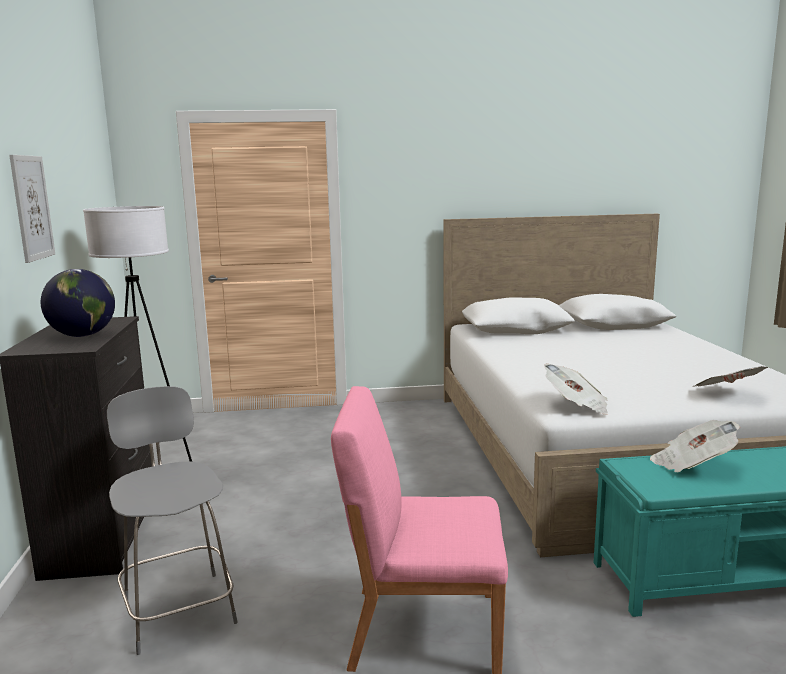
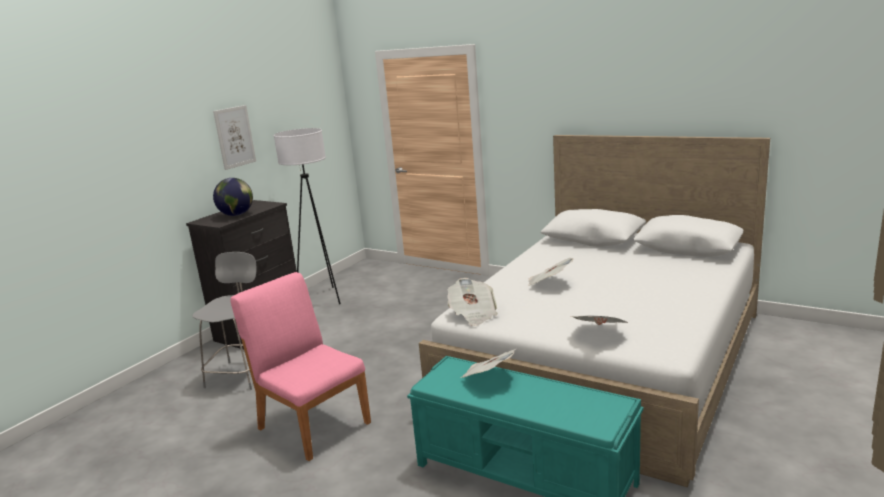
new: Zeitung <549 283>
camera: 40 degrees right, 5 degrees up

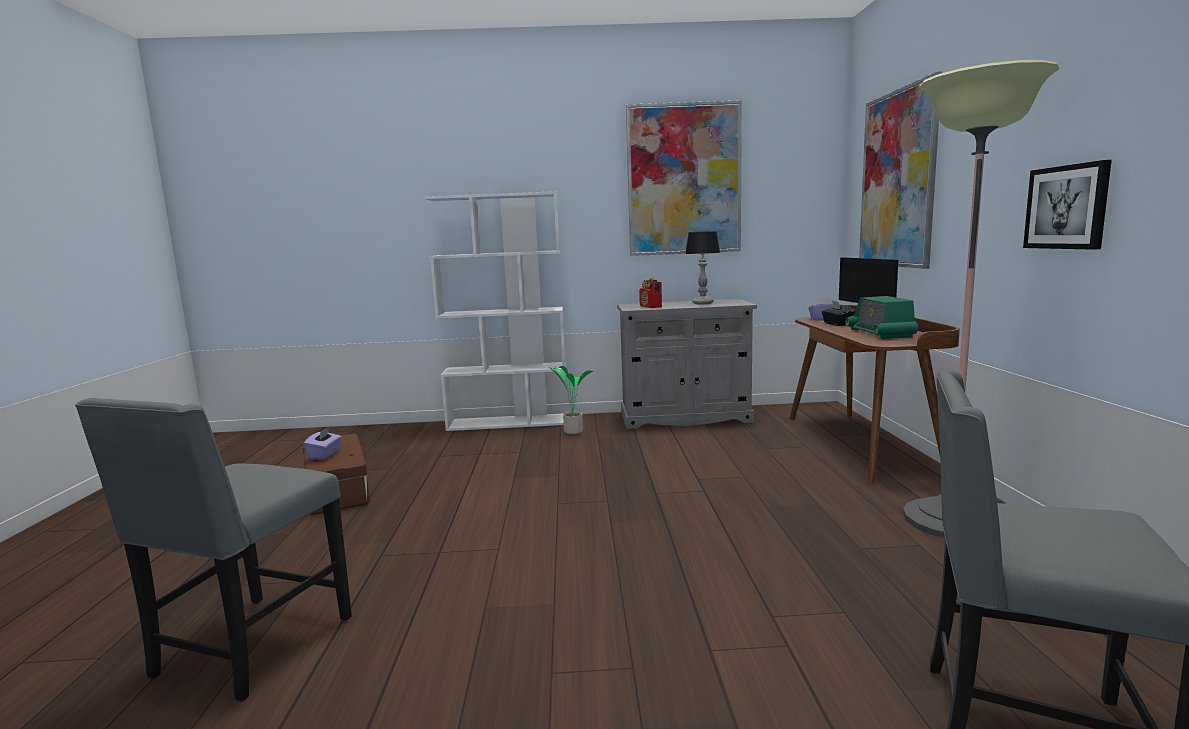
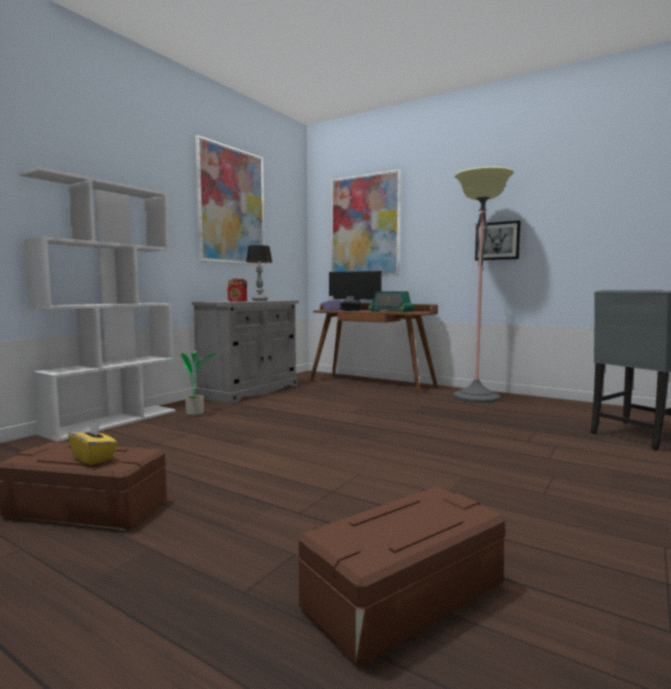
swapped: Stuhl (grau) <250 648> to Aufbewahrungsbox (braun) <405 597>
repainted: Taschentuchbox (lila) <325 454> to Taschentuchbox (gelb) <94 458>
camera: 55 degrees left, 5 degrees down

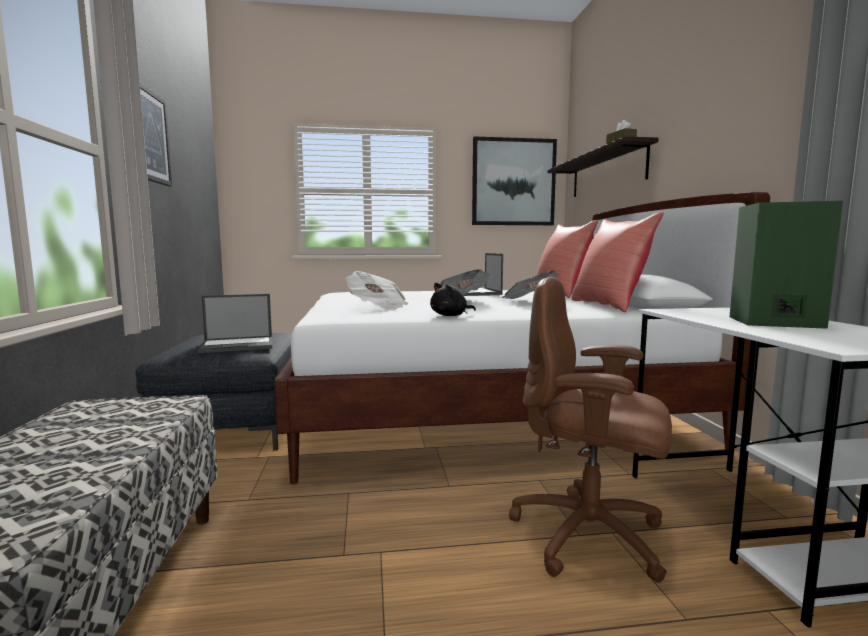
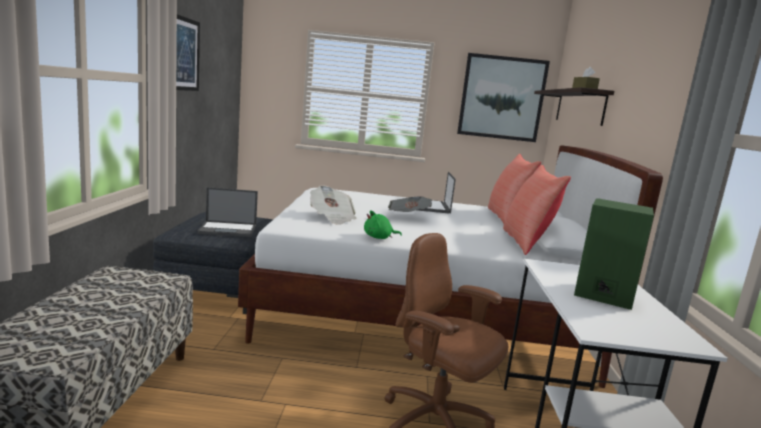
gone: Zeitung <529 301>
repainted: Plüschtier (schwarz) <451 315> to Plüschtier (grün) <379 238>
camera: 10 degrees right, 5 degrees up

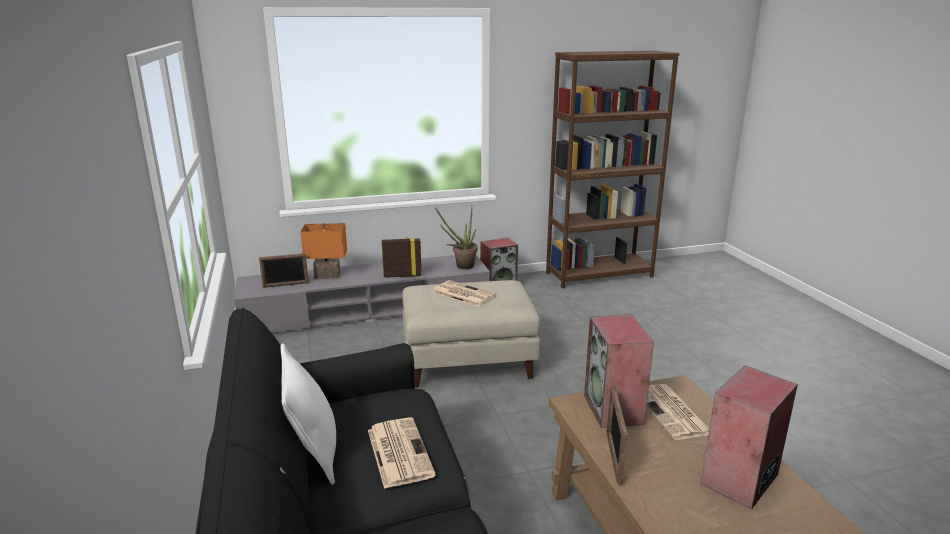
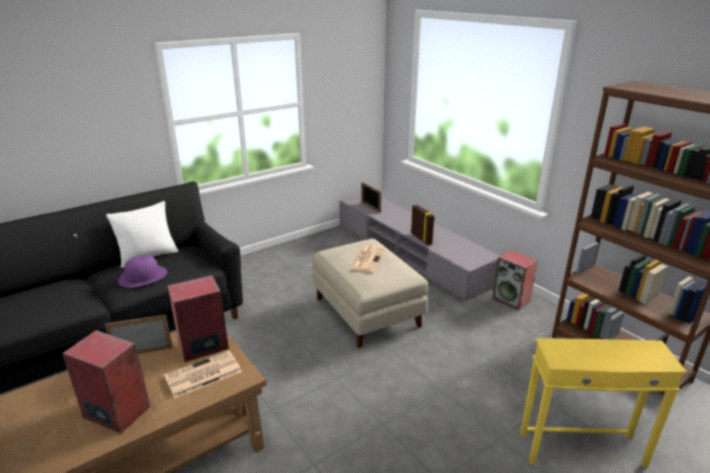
gone: Tischlampe (orange) <327 276>; Topfpflanze <461 266>
new: Beistelltisch (gelb) <582 450>
swapped: Zeitung <398 451> to Hut (lila) <143 276>
camera: 70 degrees right, 5 degrees up

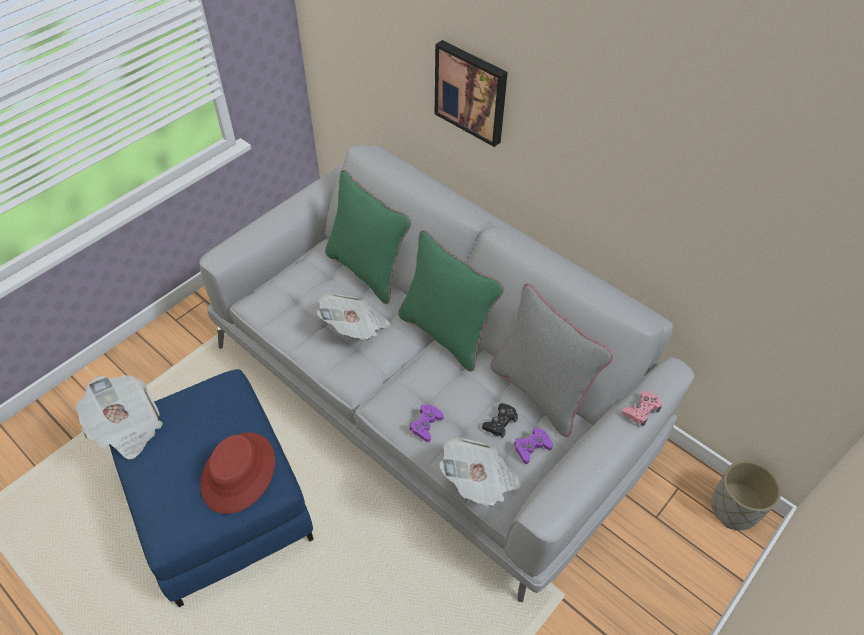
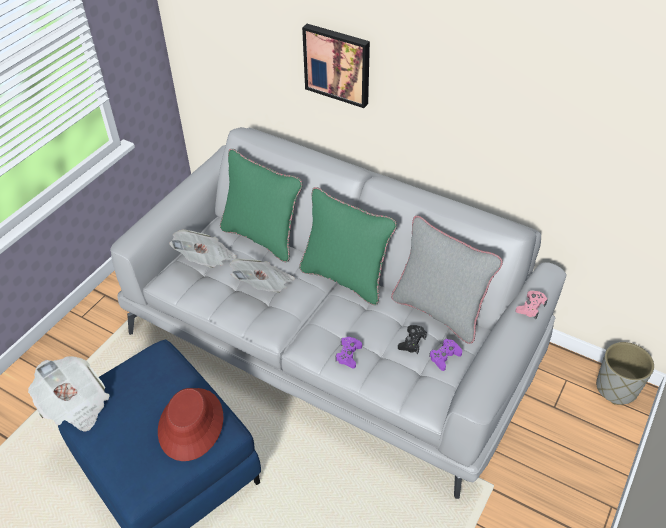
shifted: Zeitung <479 481> to <206 260>
camera: 10 degrees left, 5 degrees down

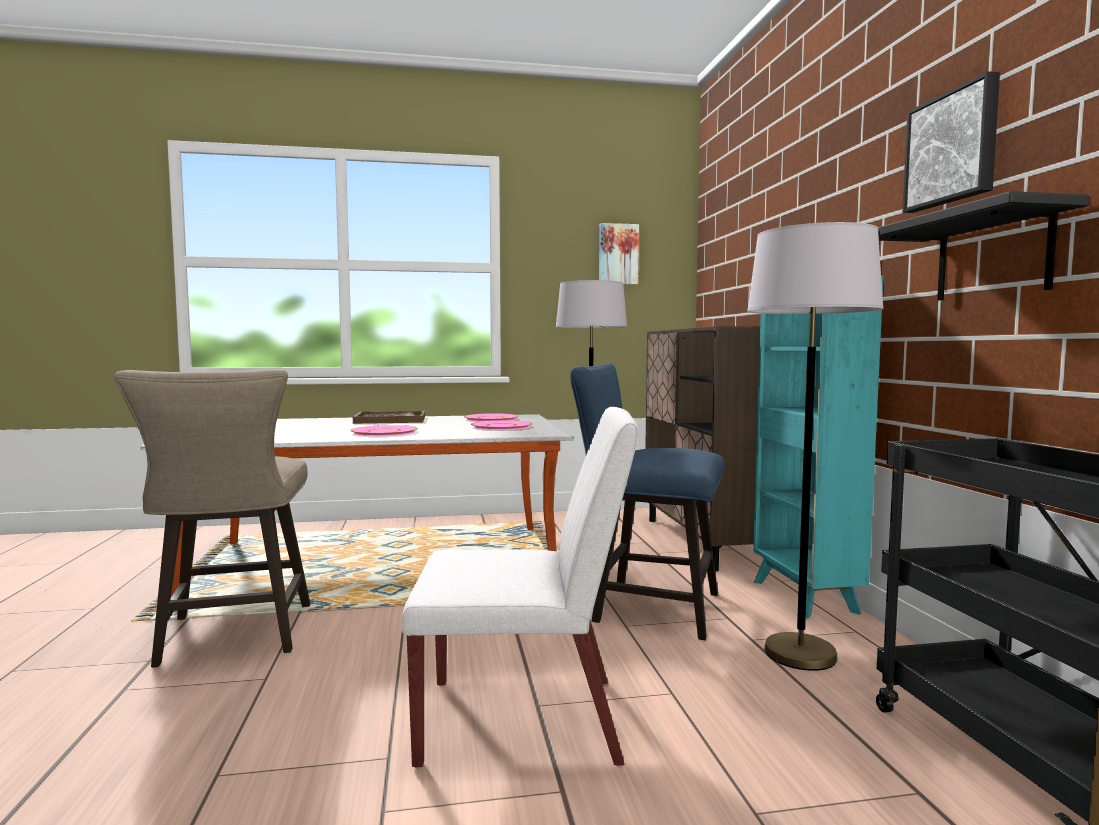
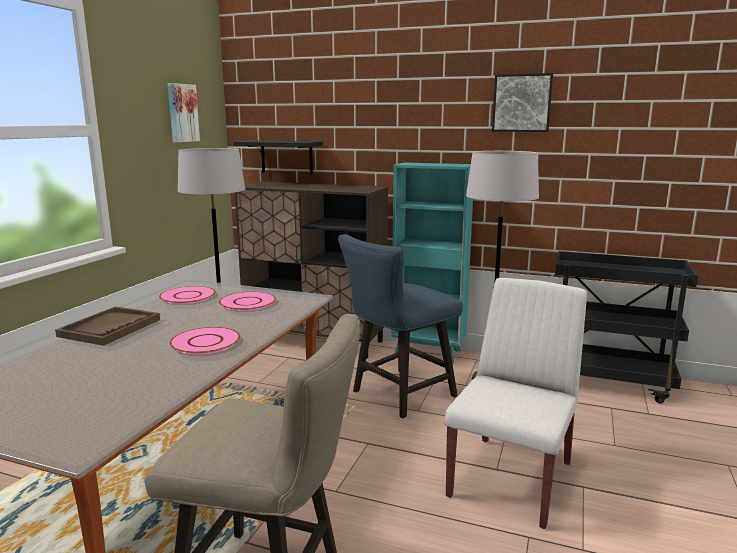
shifted: Wandregal (schwarz) <992 256> to <286 157>
camera: 60 degrees left, 10 degrees up

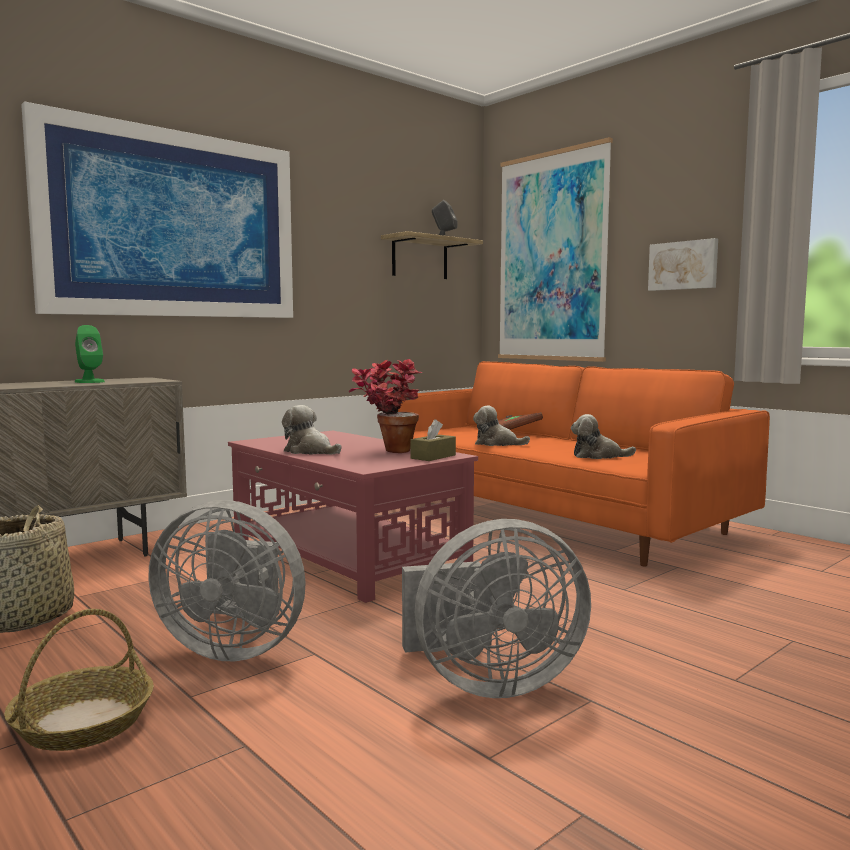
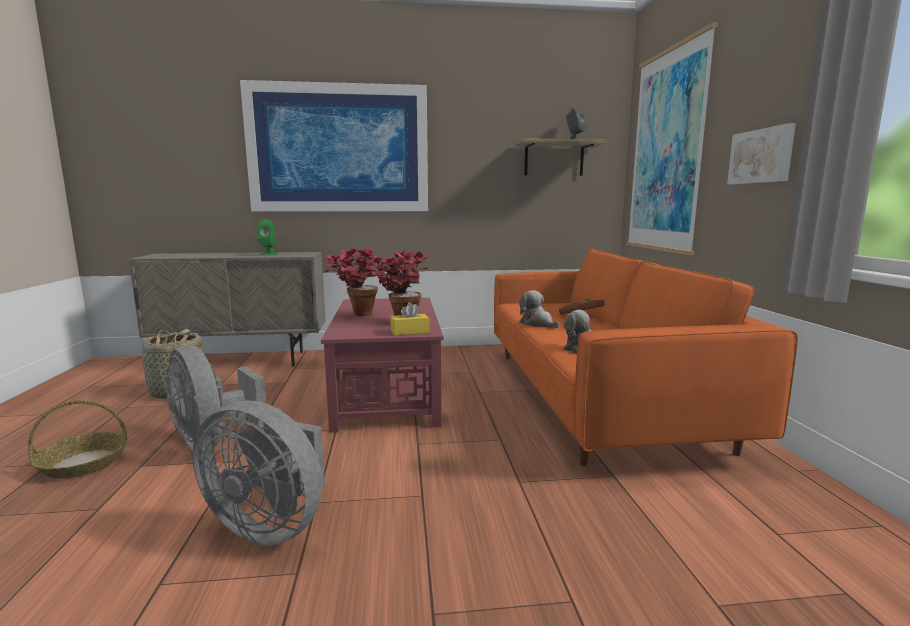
swapped: Plüschtier <310 451> to Topfpflanze <355 314>
repainted: Taschentuchbox (braun) <433 457> to Taschentuchbox (gelb) <409 331>
camera: 35 degrees right, 5 degrees up

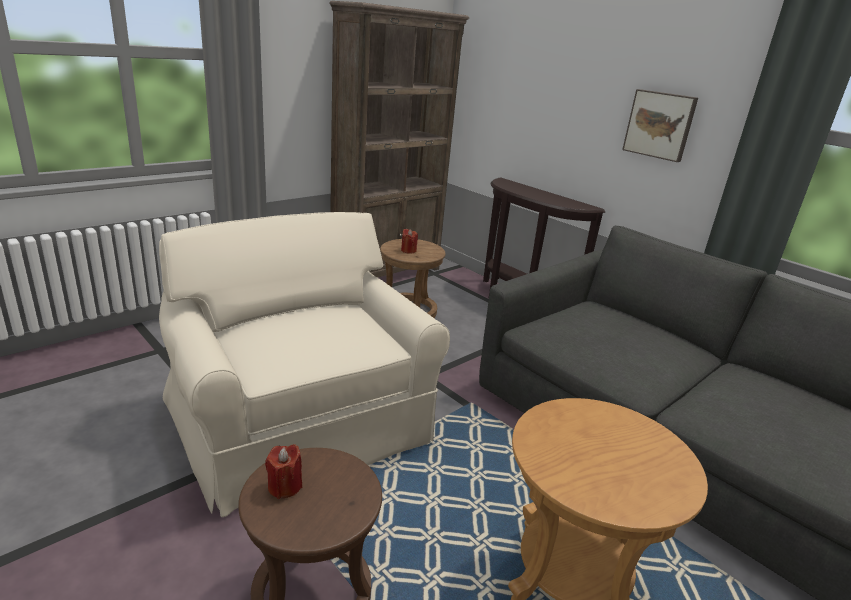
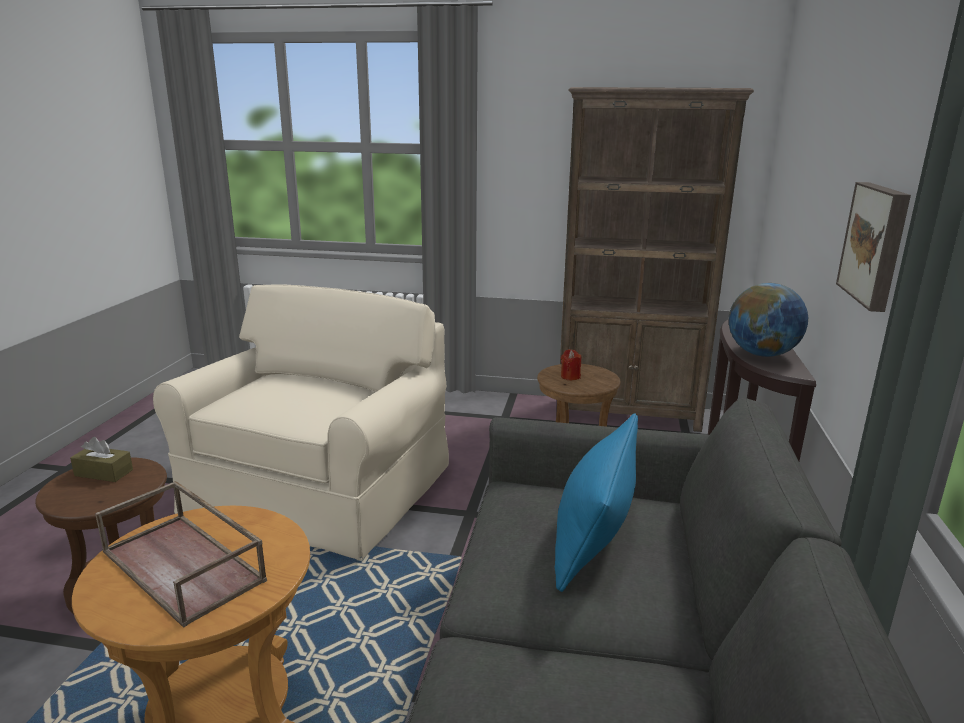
new: Tablett (braun) <185 566>; Kissen (blau) <594 535>; Globus <762 354>
swapped: Kerze (rot) <284 486> to Taschentuchbox (braun) <104 473>
camera: 55 degrees right, 5 degrees down

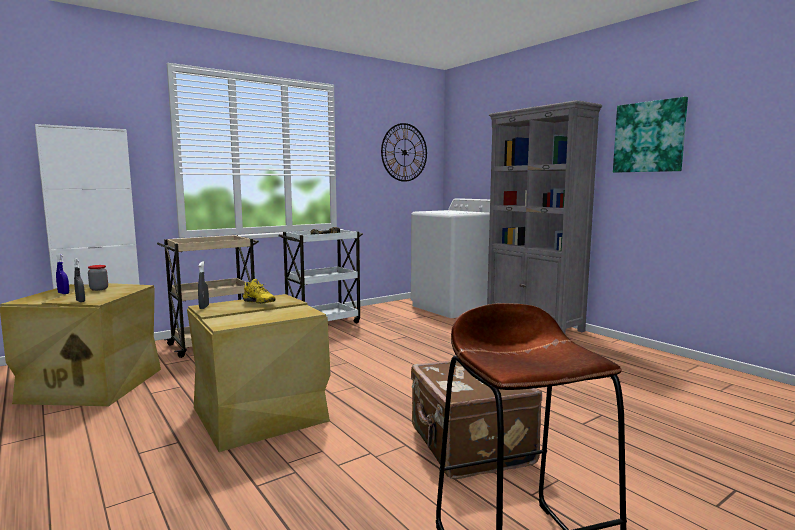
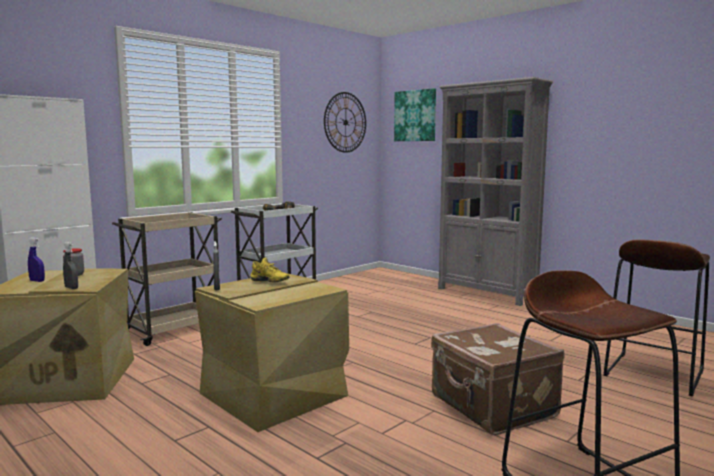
gone: Waschmaschine (weiß) <454 307>
new: Hocker (braun) <653 373>
shifted: Bild <649 137> to <415 116>
camera: 10 degrees left, 0 degrees up

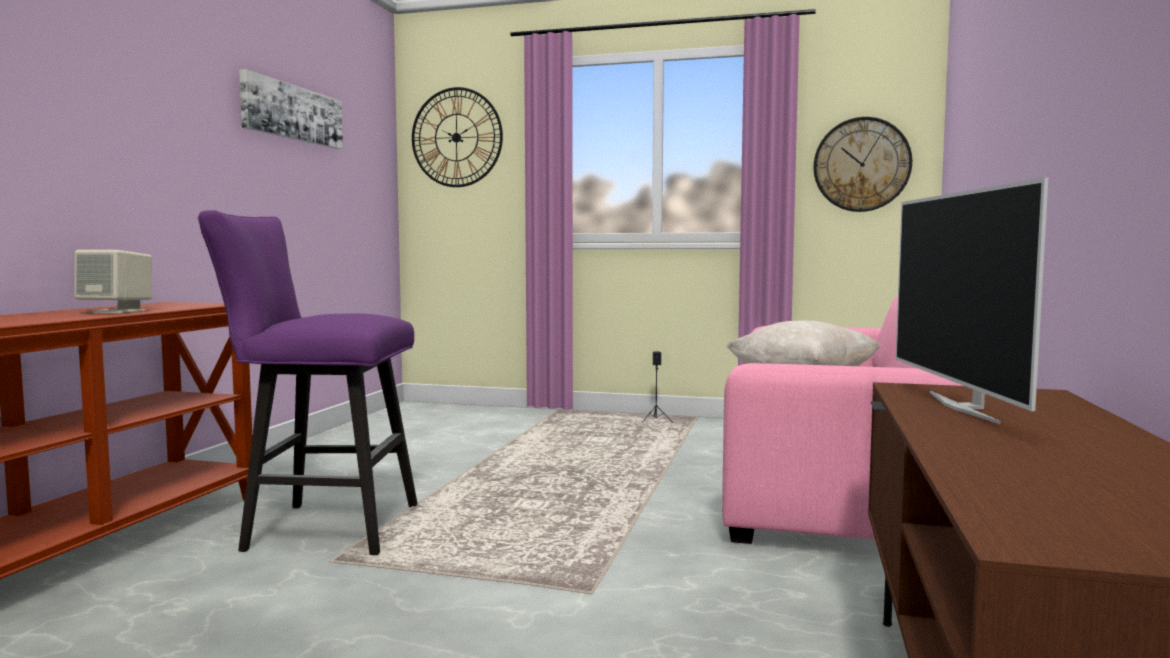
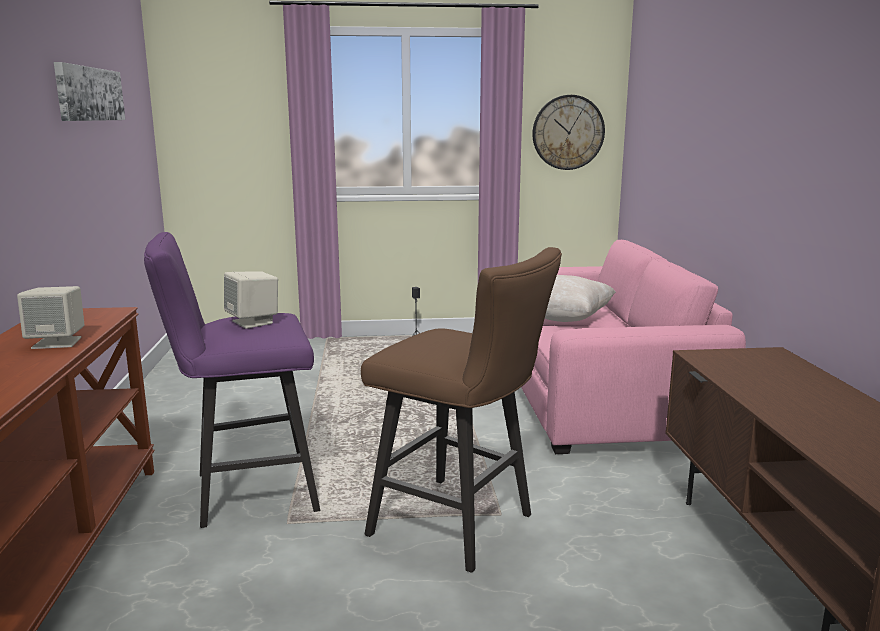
gone: Wanduhr <456 137>; Fernseher <964 407>
new: Lautsprecher (beige) <253 322>; Hocker (braun) <461 527>
camera: 20 degrees left, 10 degrees up

